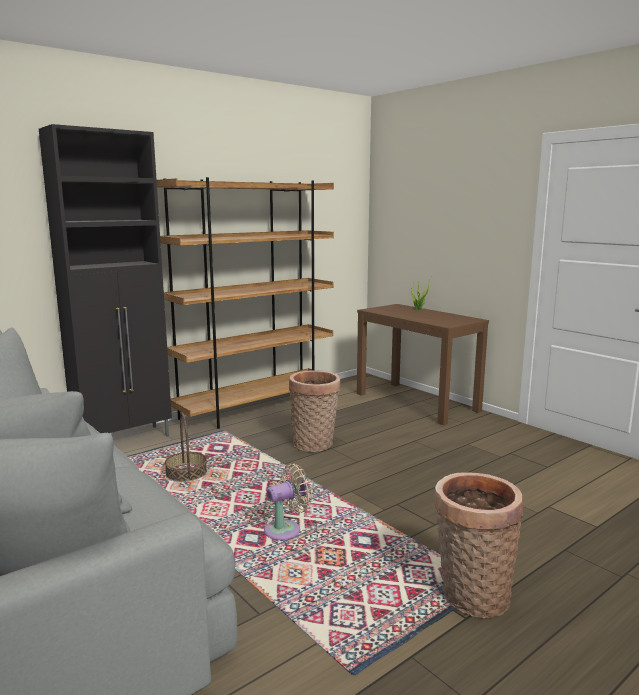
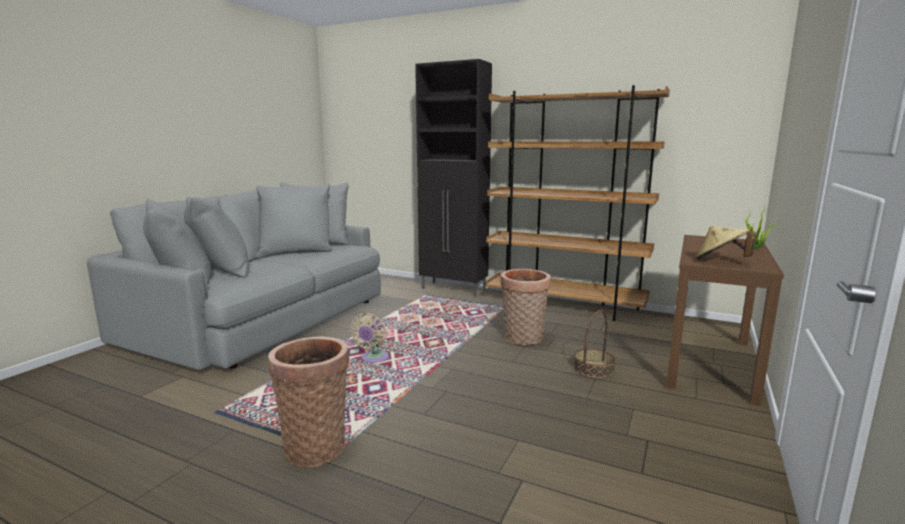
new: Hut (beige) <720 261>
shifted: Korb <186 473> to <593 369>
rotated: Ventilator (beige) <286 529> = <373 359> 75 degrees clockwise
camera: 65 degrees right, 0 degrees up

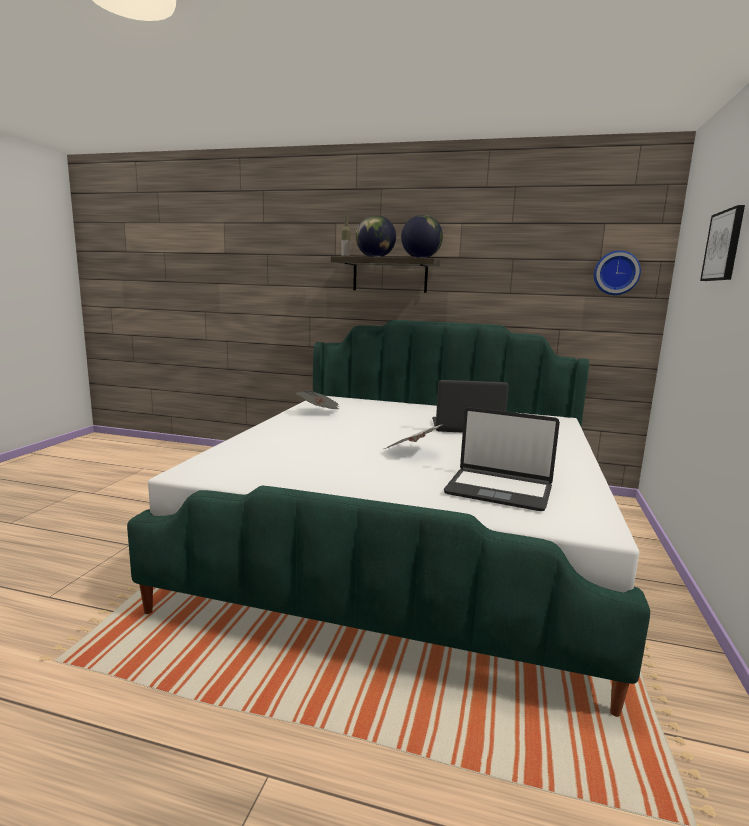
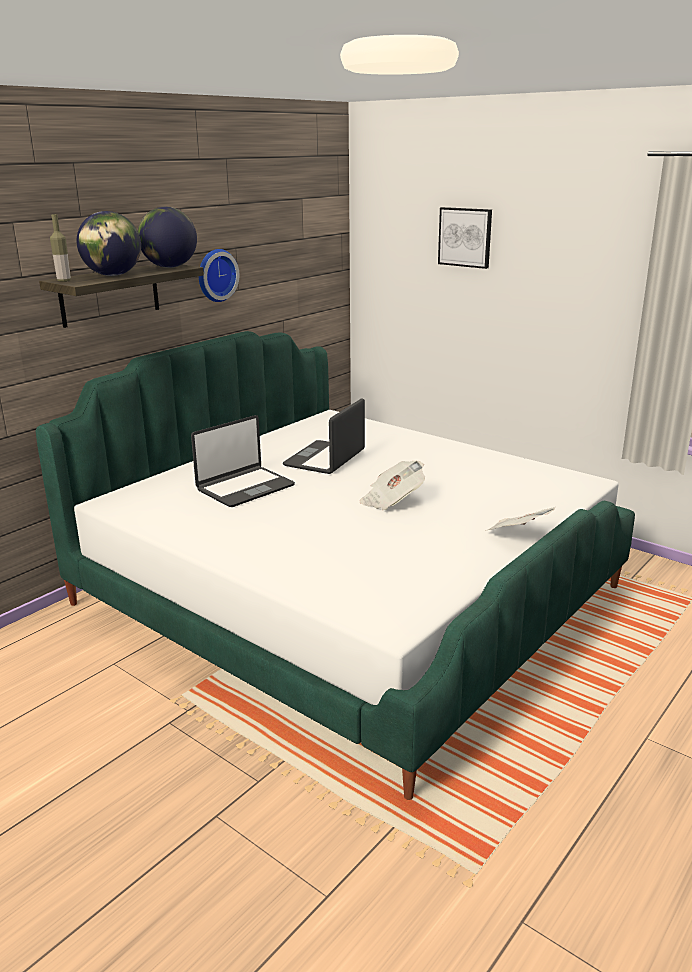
shifted: Zeitung <319 412> to <519 535>; Laptop <498 490> to <245 488>; Wanduhr <616 273> to <215 275>
camera: 65 degrees left, 10 degrees up

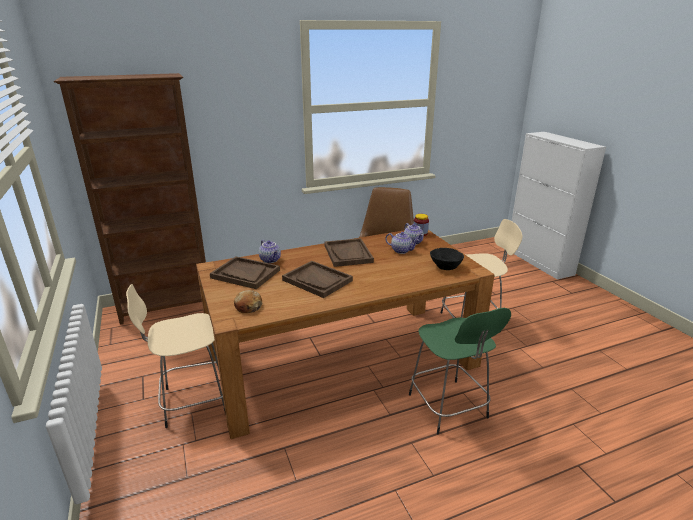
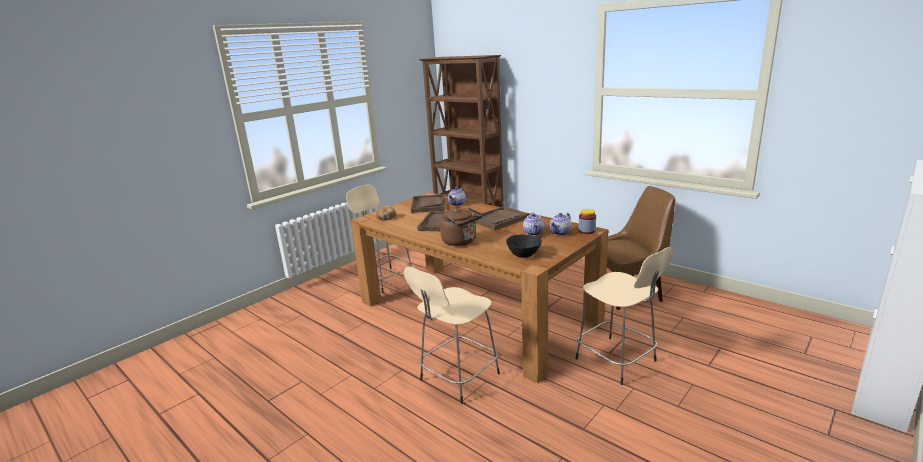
new: Wasserkessel (braun) <461 242>
repainted: Hocker (grün) <449 408> to Hocker (beige) <457 378>
camera: 65 degrees right, 5 degrees down

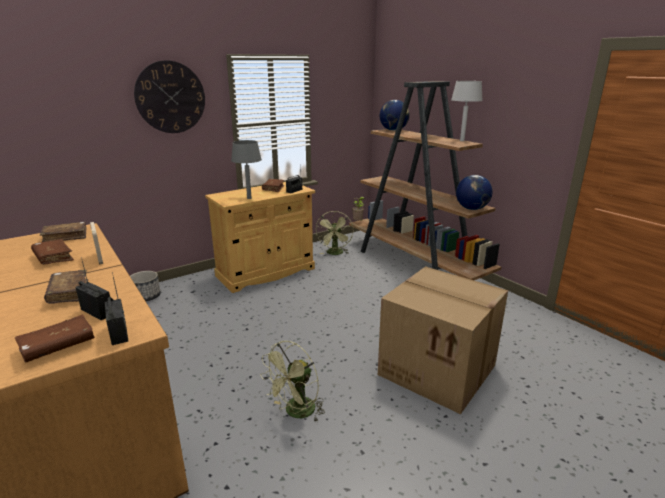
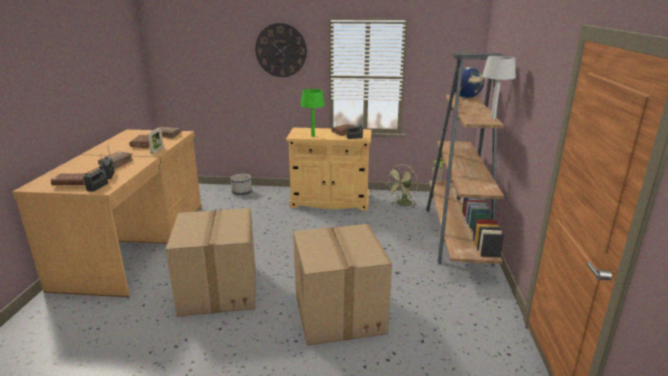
gone: Globus <472 208>
swapped: Ventilator (grün) <296 413> to Karton <220 290>
repainted: Tischlampe (grau) <249 198> to Tischlampe (grün) <312 136>
camera: 40 degrees right, 0 degrees up

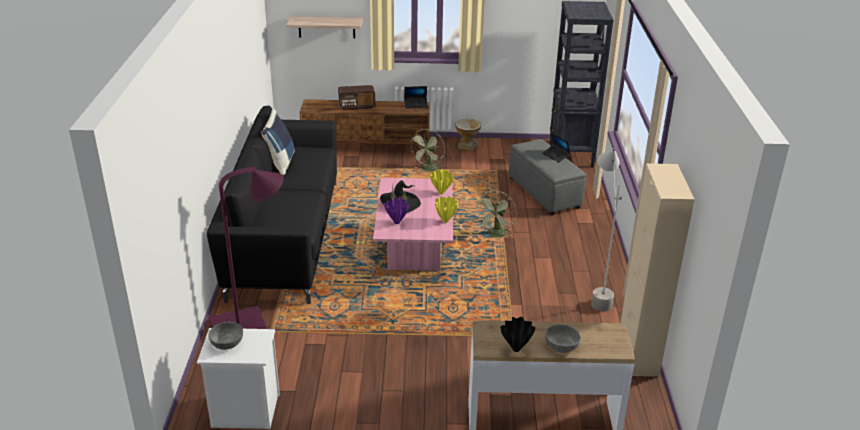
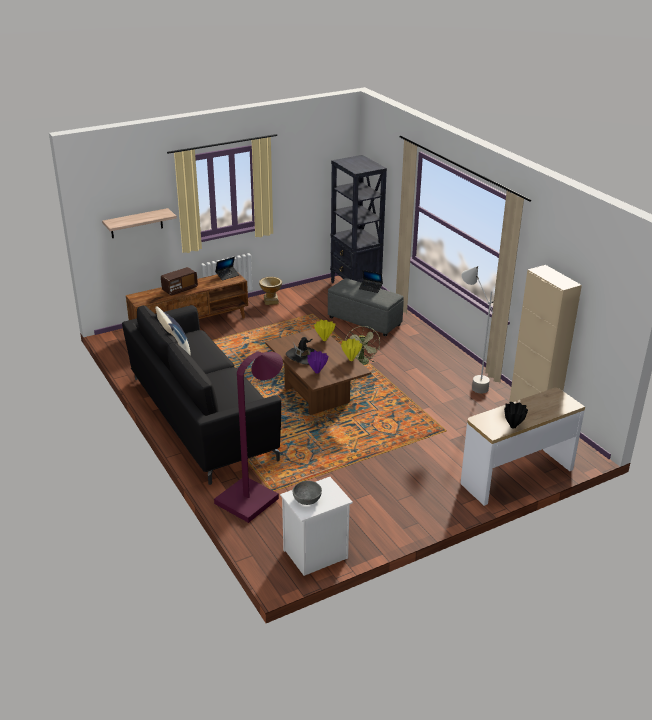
gone: Ventilator (grün) <428 170>; Schüssel (grau) <561 345>
repainted: Couchtisch (rosa) <414 252> to Couchtisch (braun) <316 395>
camera: 30 degrees left, 0 degrees up

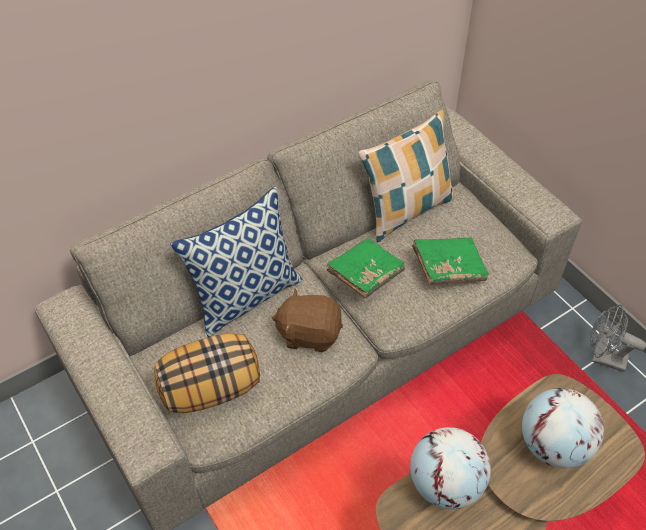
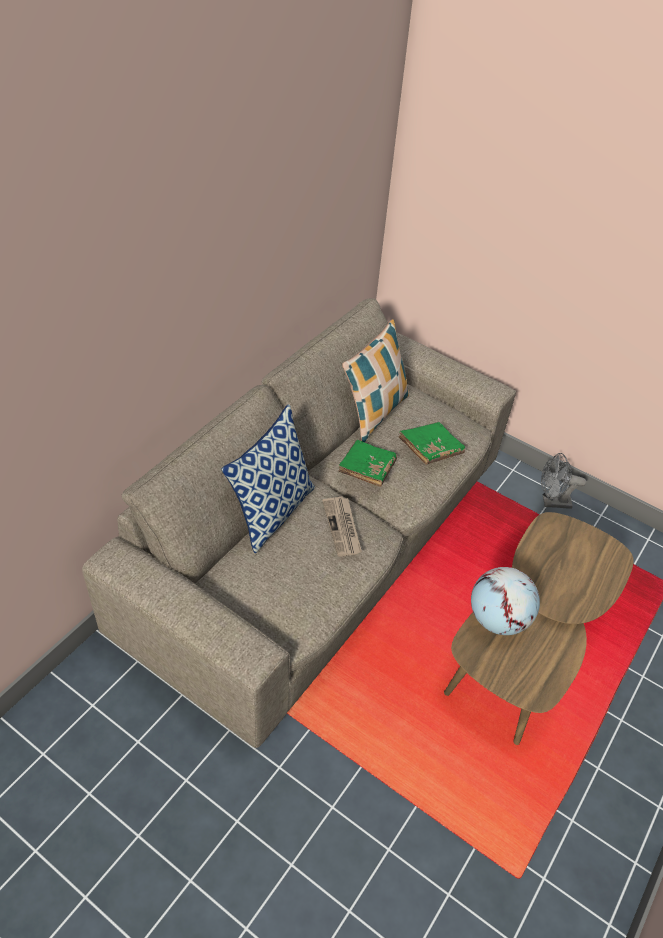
gone: Kissen <211 388>; Globus <553 445>
swapped: Plüschtier (braun) <309 333> to Zeitung <342 528>
camera: 25 degrees left, 5 degrees down

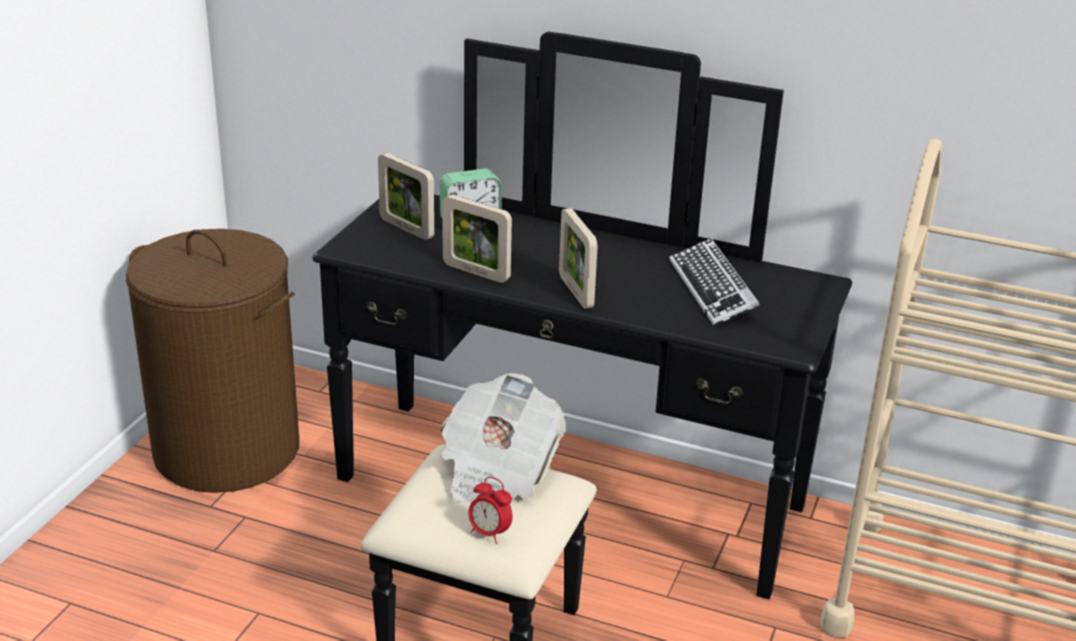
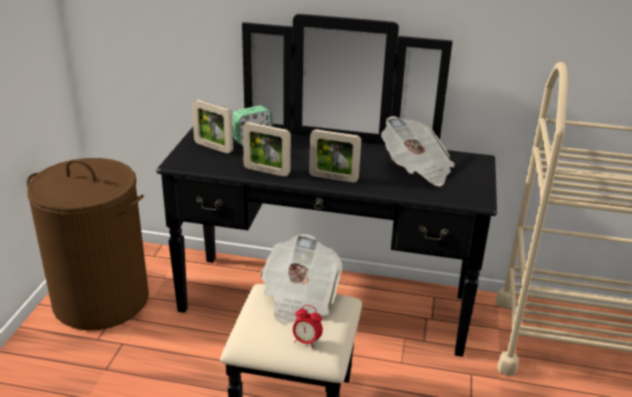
swapped: Tastatur <712 289> to Zeitung <416 169>
rotated: Bilderrahmen <575 292> = <333 178> 45 degrees counterclockwise
camera: 10 degrees left, 0 degrees up

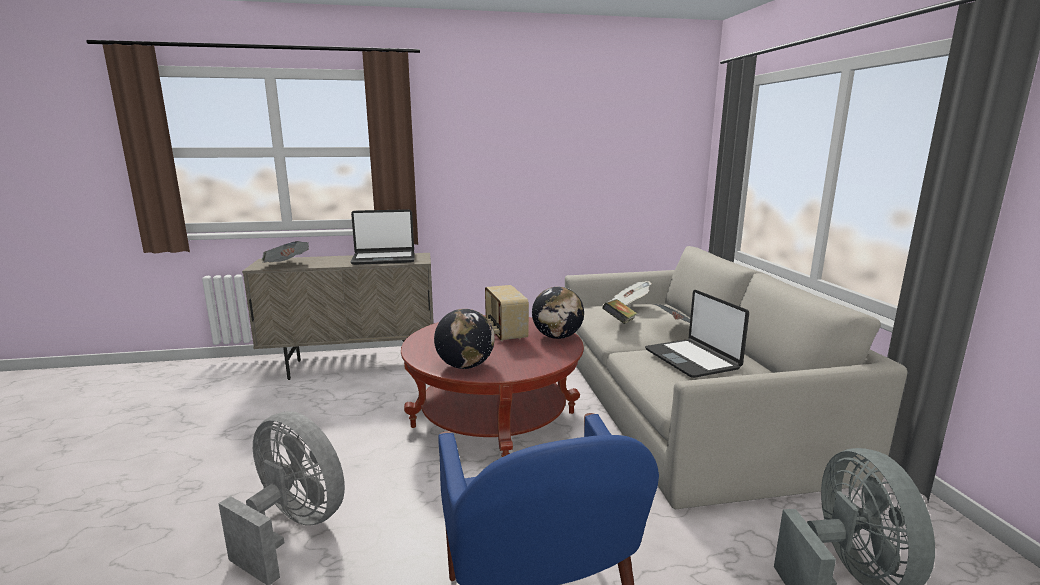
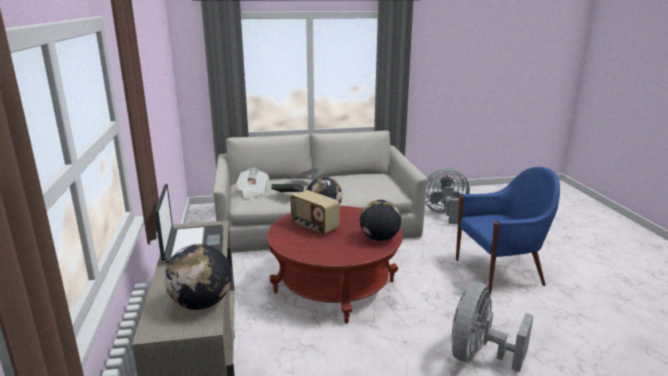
gone: Laptop <692 359>
swapped: Zeitung <287 265> to Globus <201 304>
rotated: Radio <505 332> = <314 227> 60 degrees clockwise
camera: 90 degrees left, 5 degrees up

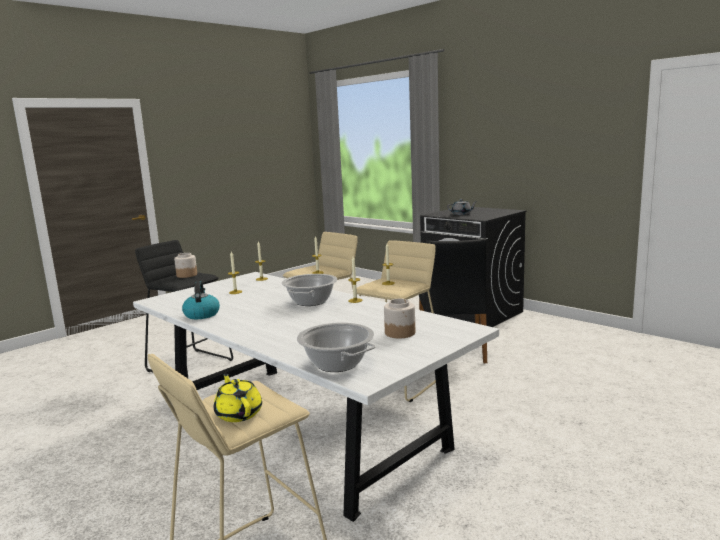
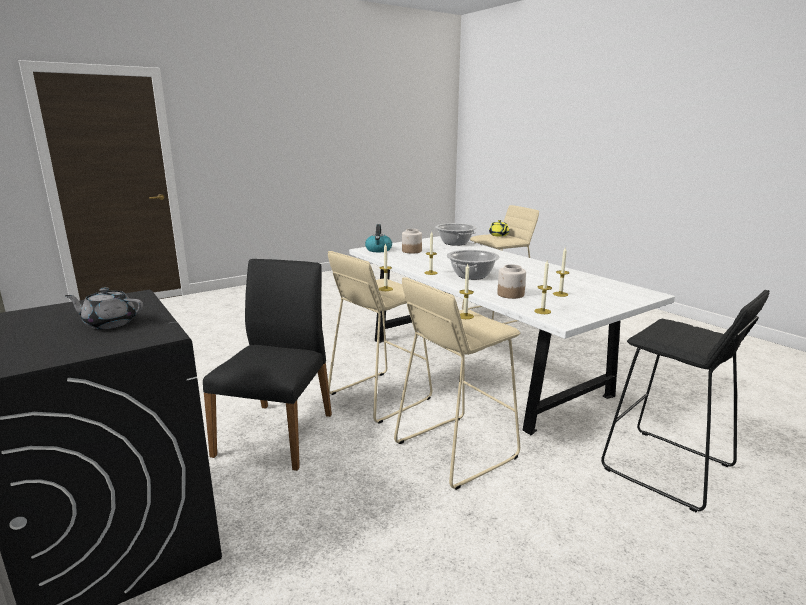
shifted: Vorratsglas <186 275> to <511 294>; Wasserkessel <201 314> to <378 250>
camera: 170 degrees left, 5 degrees up

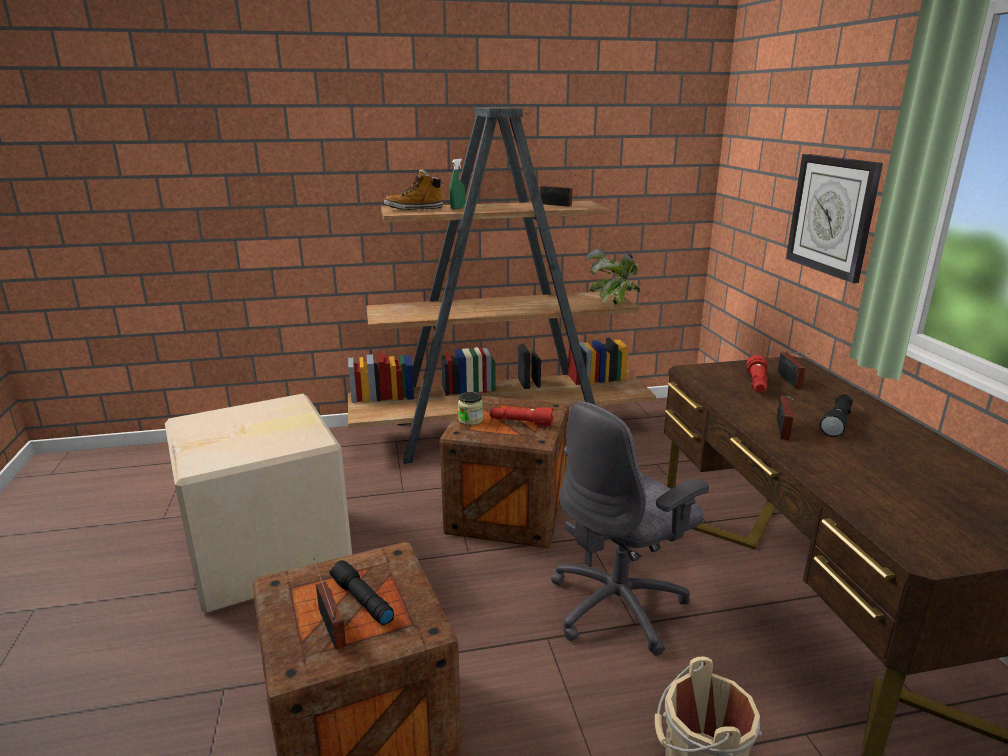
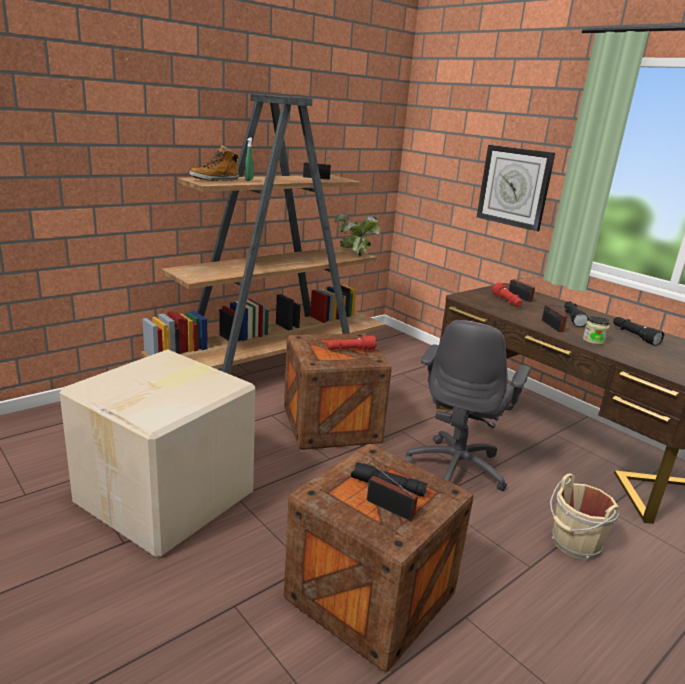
new: Taschenlampe (schwarz) <634 336>
shifted: Vorratsglas <470 420> to <593 340>
camera: 30 degrees left, 0 degrees up

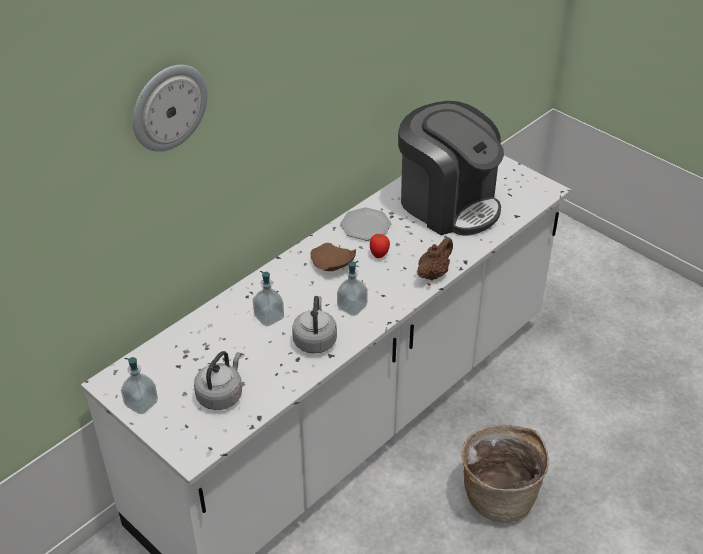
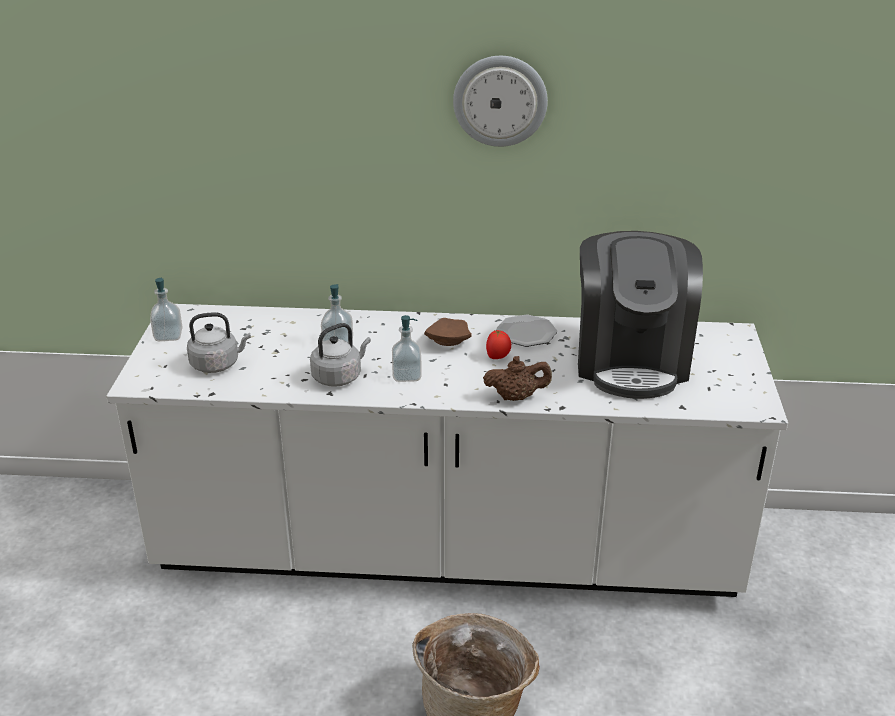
shifted: Wanduhr <168 107> to <500 100>
camera: 50 degrees right, 10 degrees down

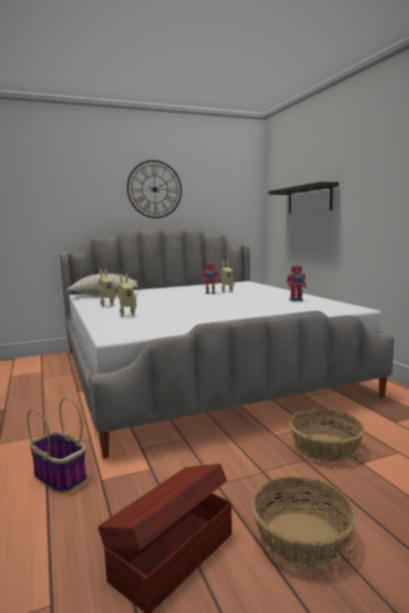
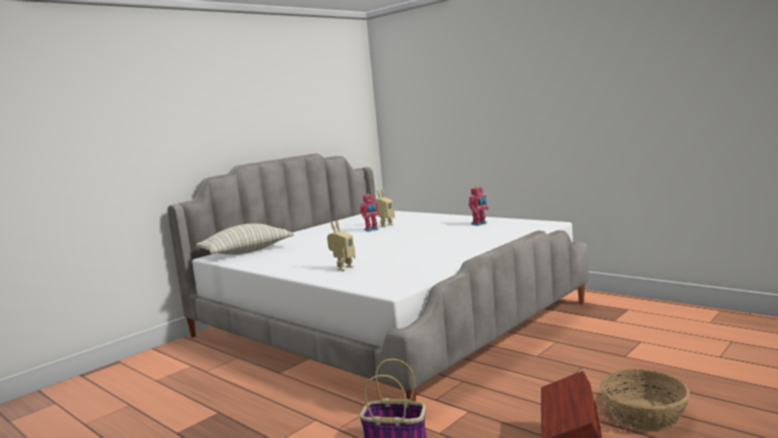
gone: Spielzeugroboter <106 305>; Wanduhr <154 189>; Wandregal <309 199>; Korb <324 448>
camera: 25 degrees left, 0 degrees up

